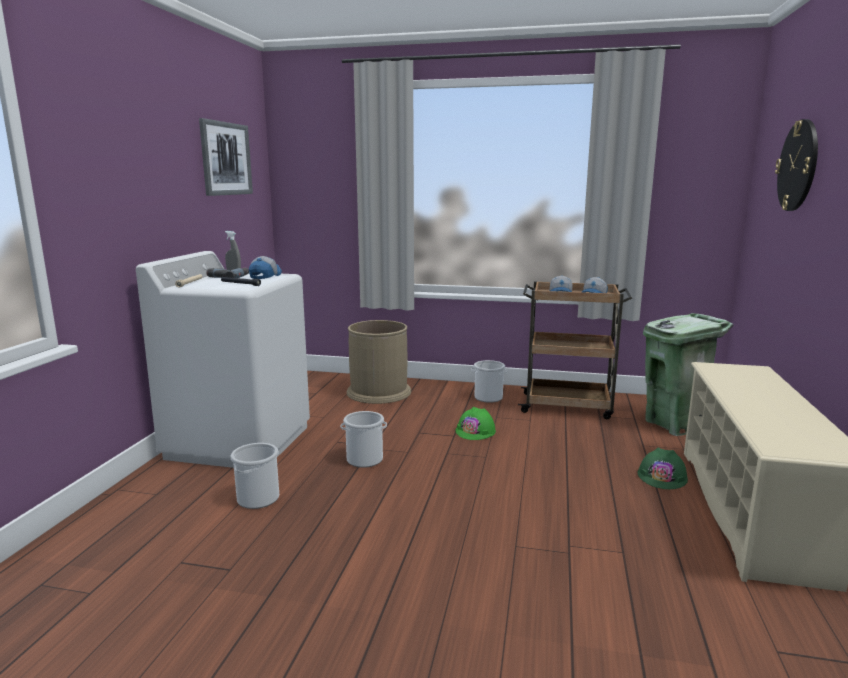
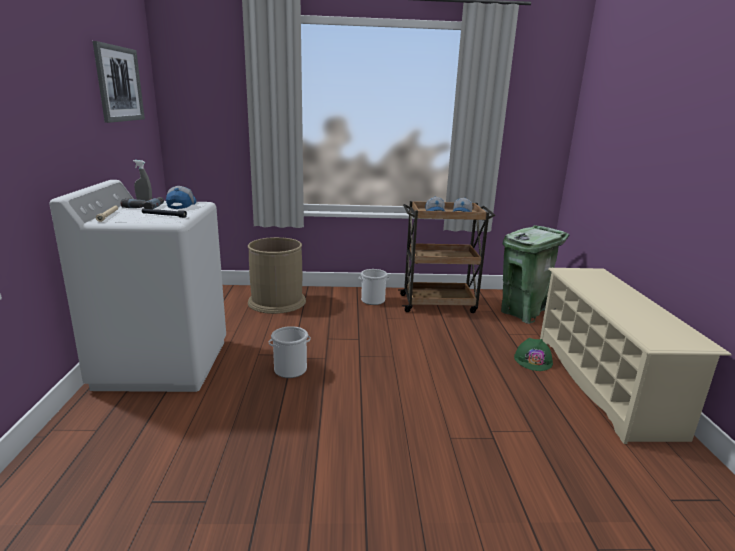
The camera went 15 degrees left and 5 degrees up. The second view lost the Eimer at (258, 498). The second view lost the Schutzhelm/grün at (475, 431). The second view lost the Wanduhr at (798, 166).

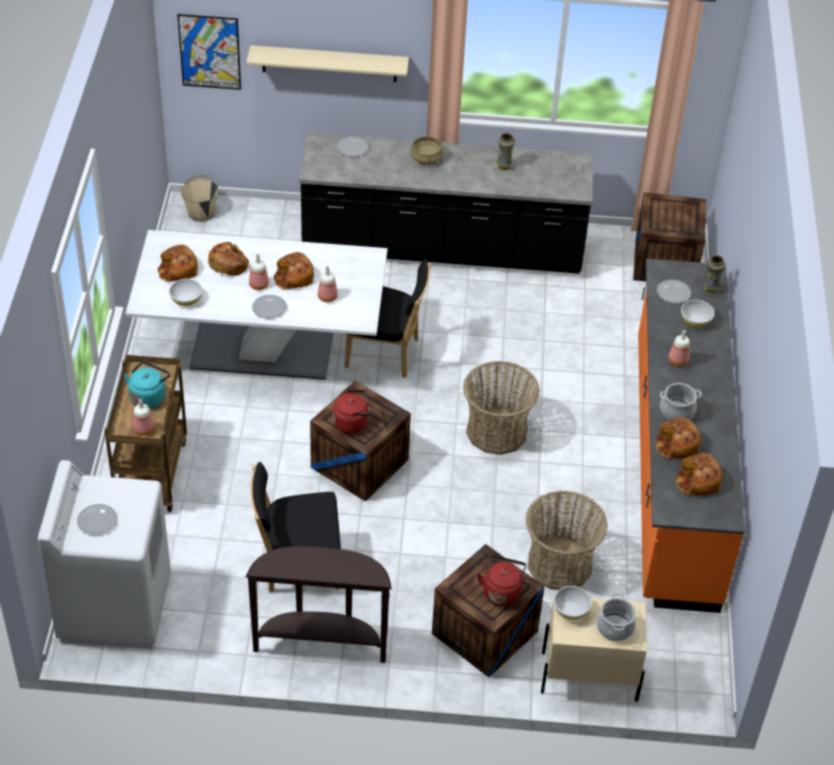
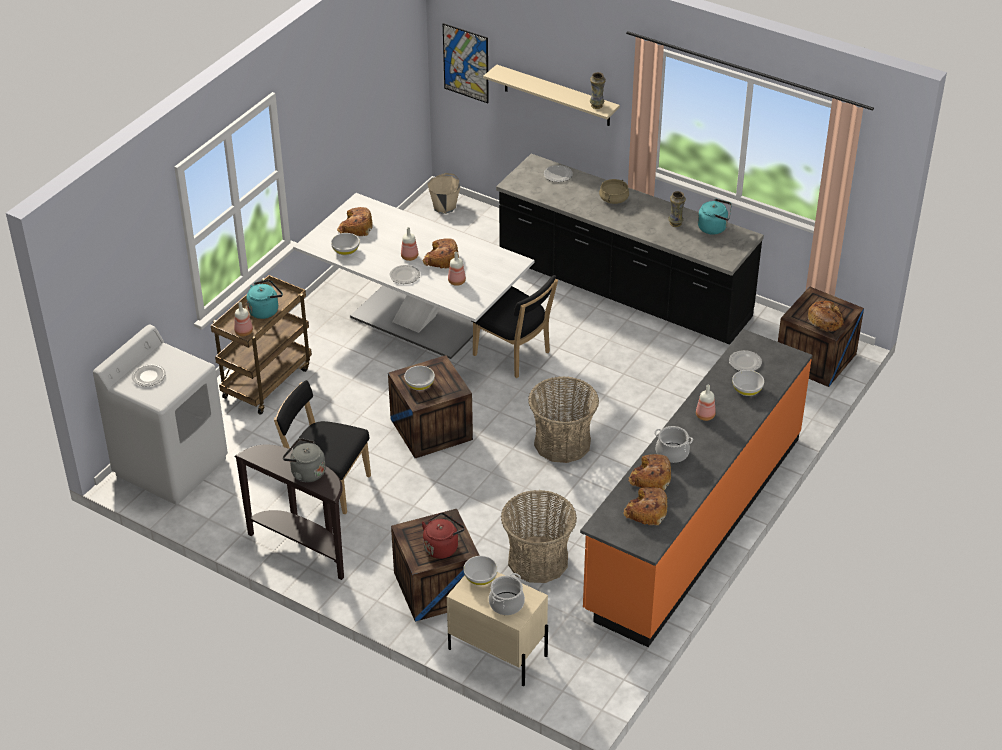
The camera went 30 degrees right and 5 degrees down. The Brot ended up elsewhere, having gone from (229, 264) to (825, 320). Where the Wasserkessel/rot stood at (352, 422), the Schüssel/weiß came to stand at (420, 385). The Vase ended up elsewhere, having gone from (710, 289) to (596, 105). The second view gained the Wasserkessel/grau at (306, 472). The second view gained the Wasserkessel/türkis at (714, 228).

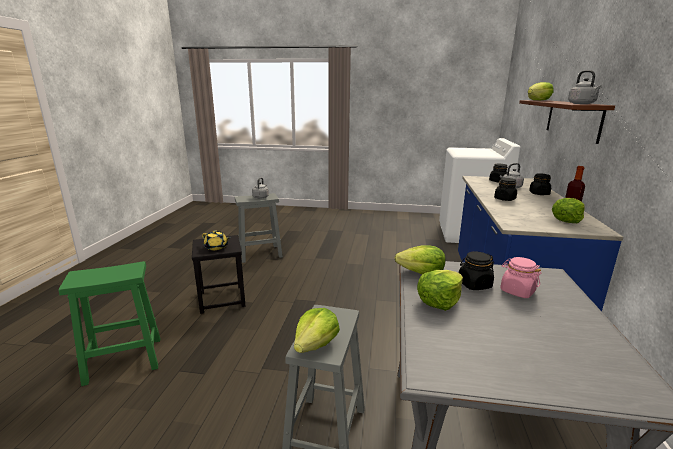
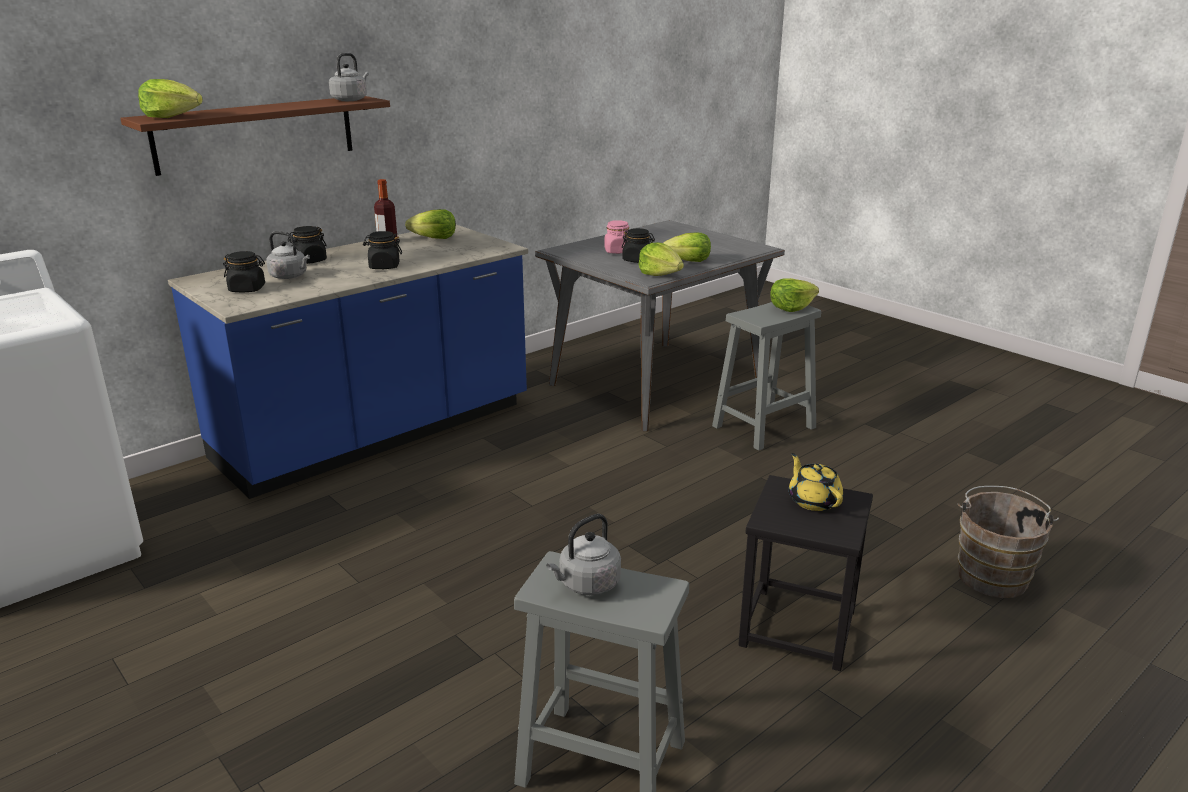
The camera went 140 degrees left and 5 degrees up. Where the Hocker/grün stood at (122, 361), the Eimer/braun came to stand at (992, 574).

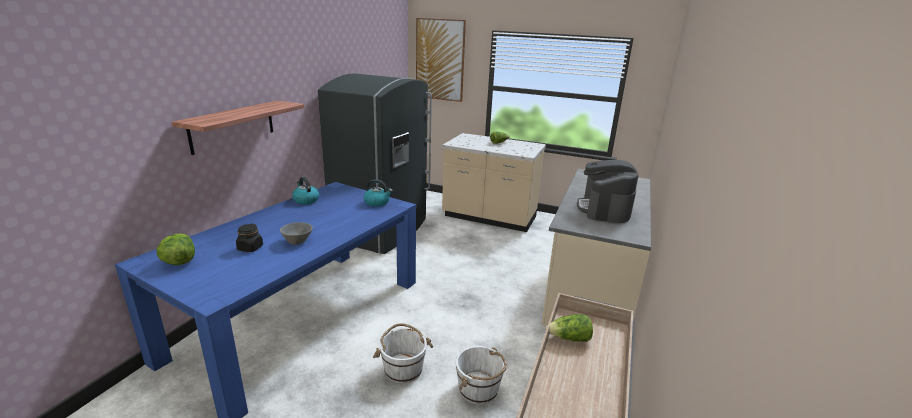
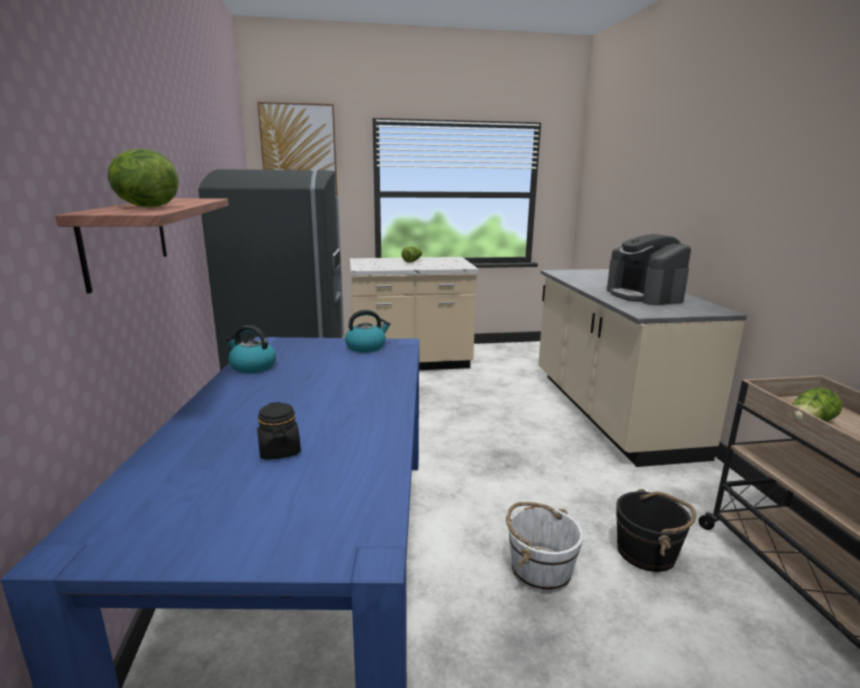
The camera went 30 degrees left and 5 degrees down. The Salatkopf ended up elsewhere, having gone from (179, 262) to (145, 207). The second view lost the Schüssel/grau at (298, 241). What was the Eimer/weiß at (479, 389) turned into the Eimer/schwarz at (647, 552).

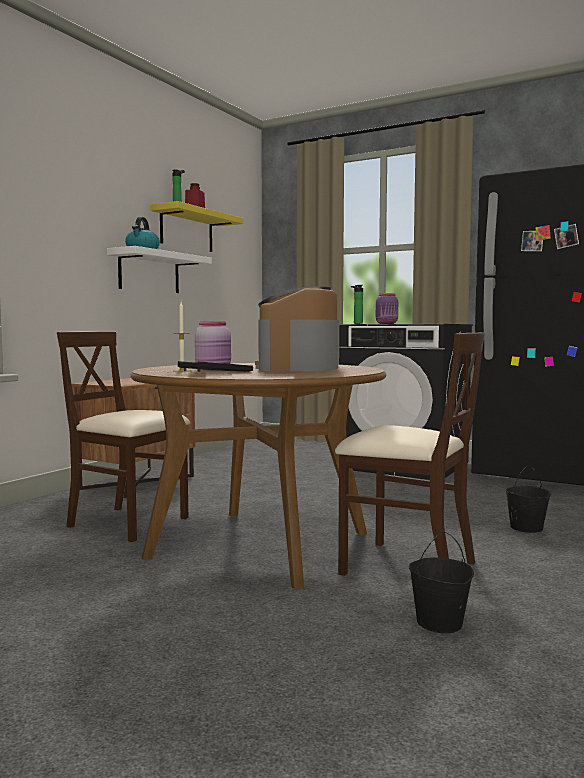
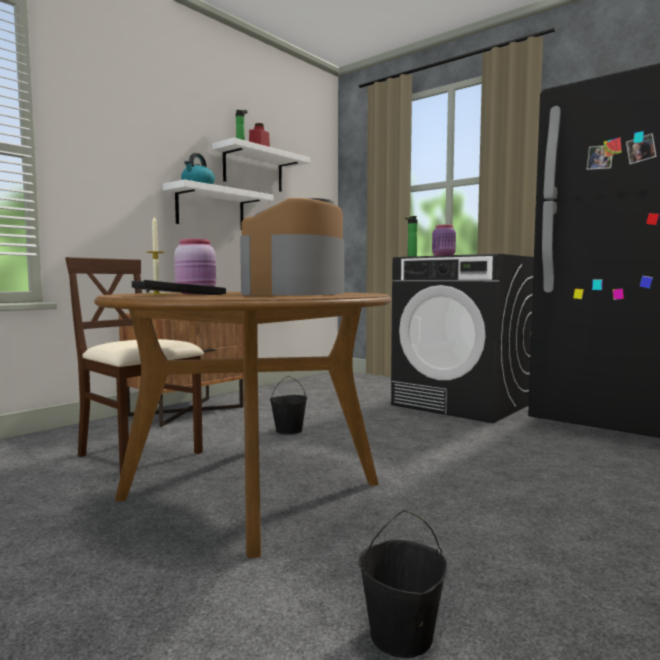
The camera went 10 degrees right and 0 degrees up. What was the Wandregal/gelb at (186, 230) turned into the Wandregal/weiß at (253, 170). The second view lost the Stuhl/beige at (406, 566). The Eimer/schwarz ended up elsewhere, having gone from (526, 528) to (288, 430).

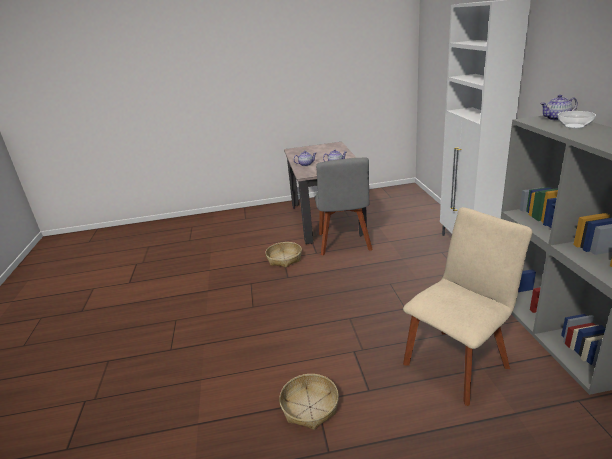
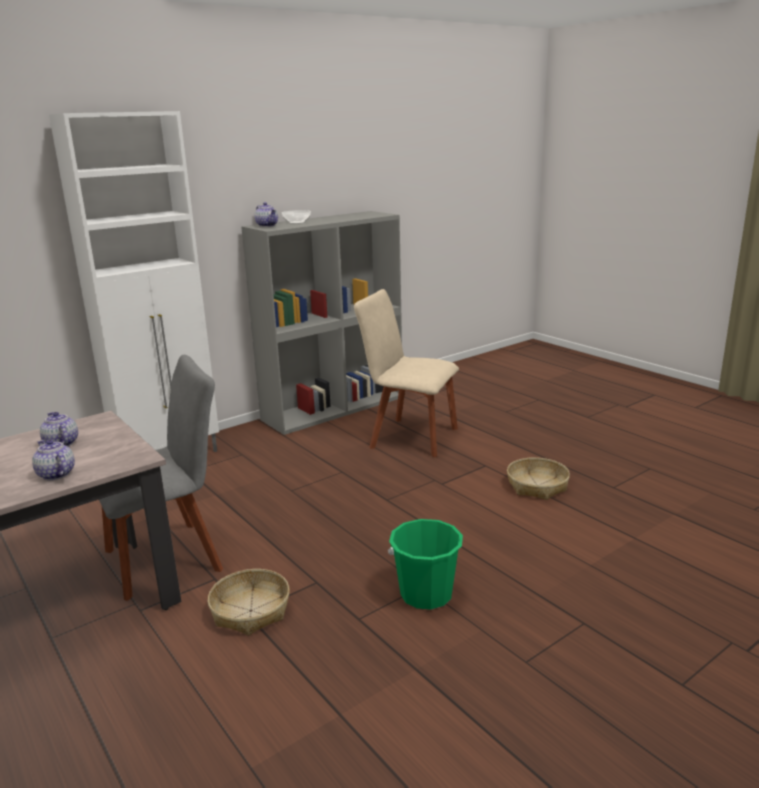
The camera went 120 degrees left and 5 degrees down. The second view gained the Eimer/grün at (426, 594).

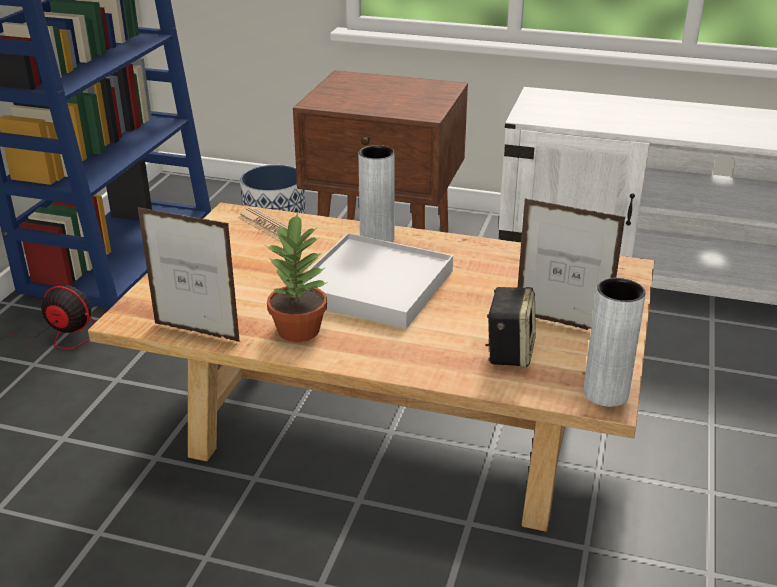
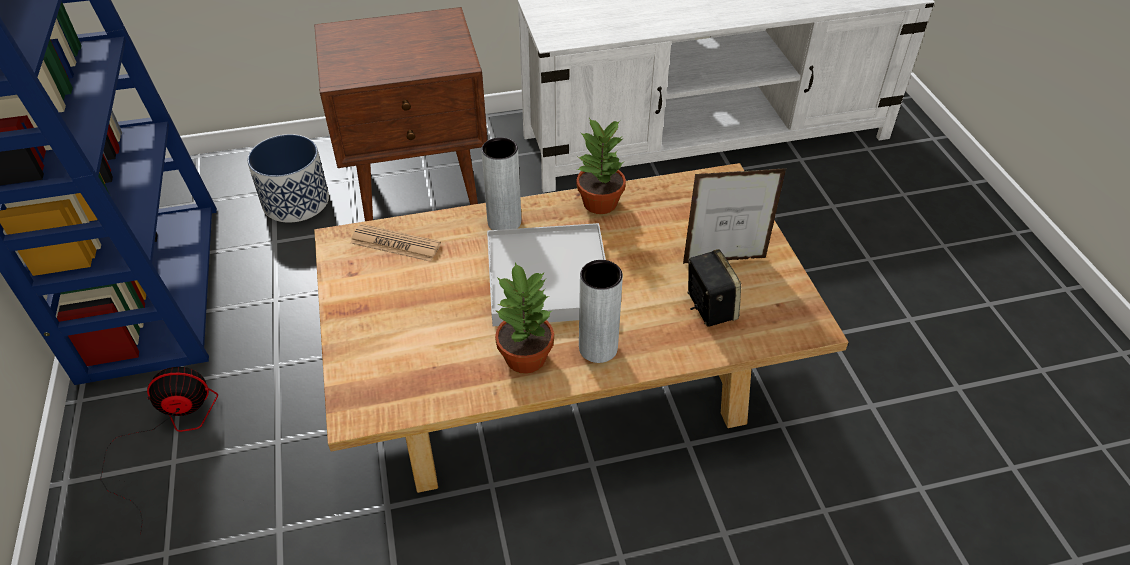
The camera went 30 degrees left and 15 degrees up. The second view lost the Bilderrahmen at (197, 332). The Vase/grau ended up elsewhere, having gone from (605, 393) to (598, 348). The second view gained the Topfpflanze at (600, 203).

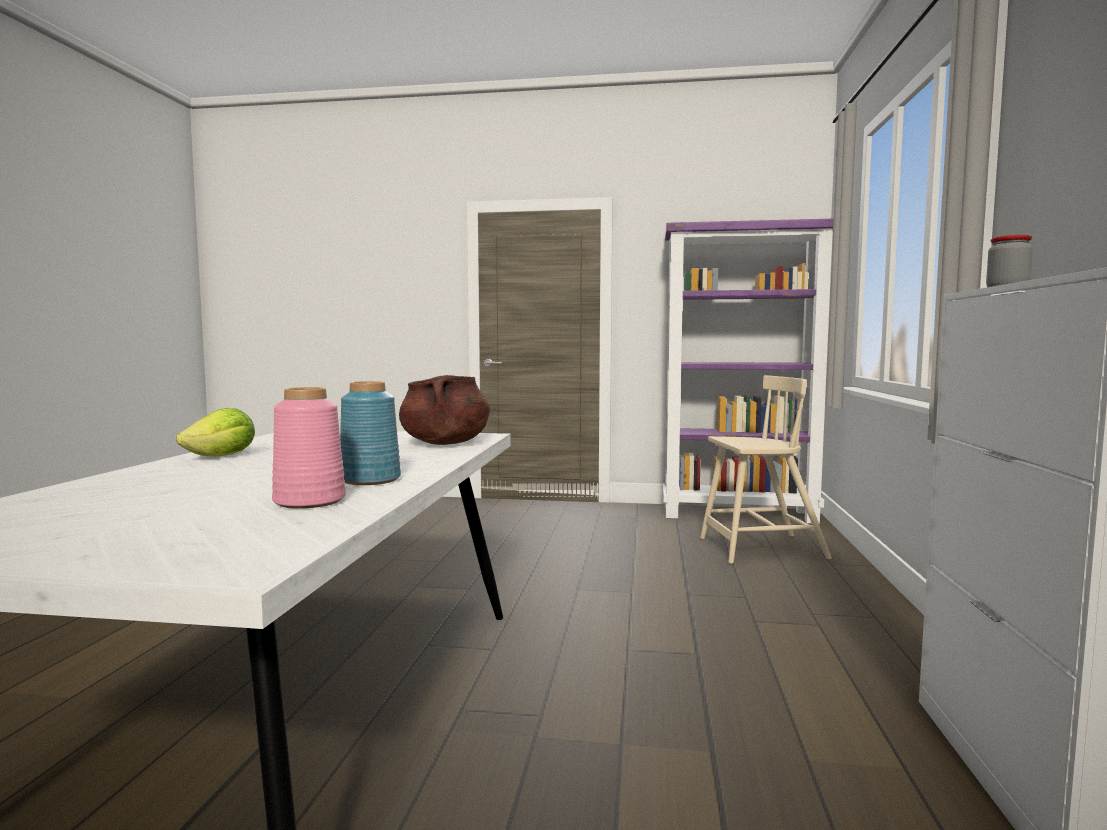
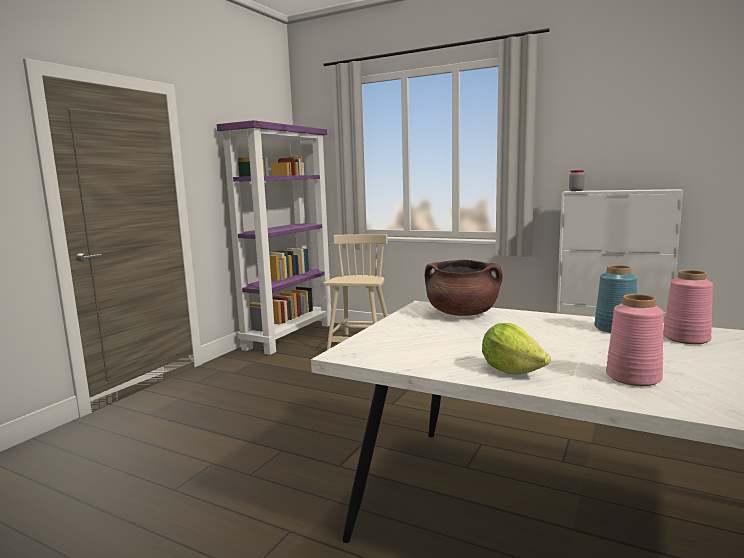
The camera went 70 degrees left and 5 degrees up. The second view gained the Vase/rosa at (632, 377).

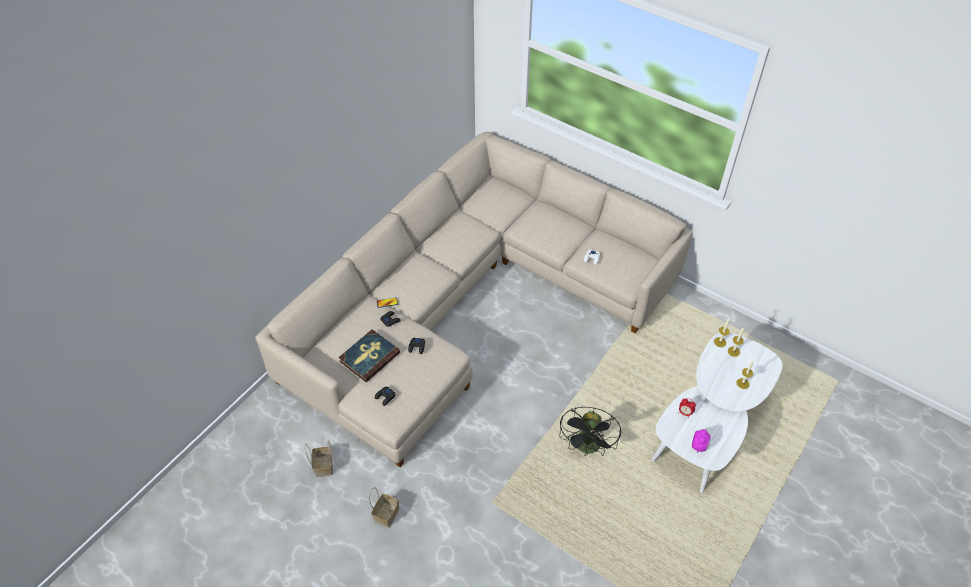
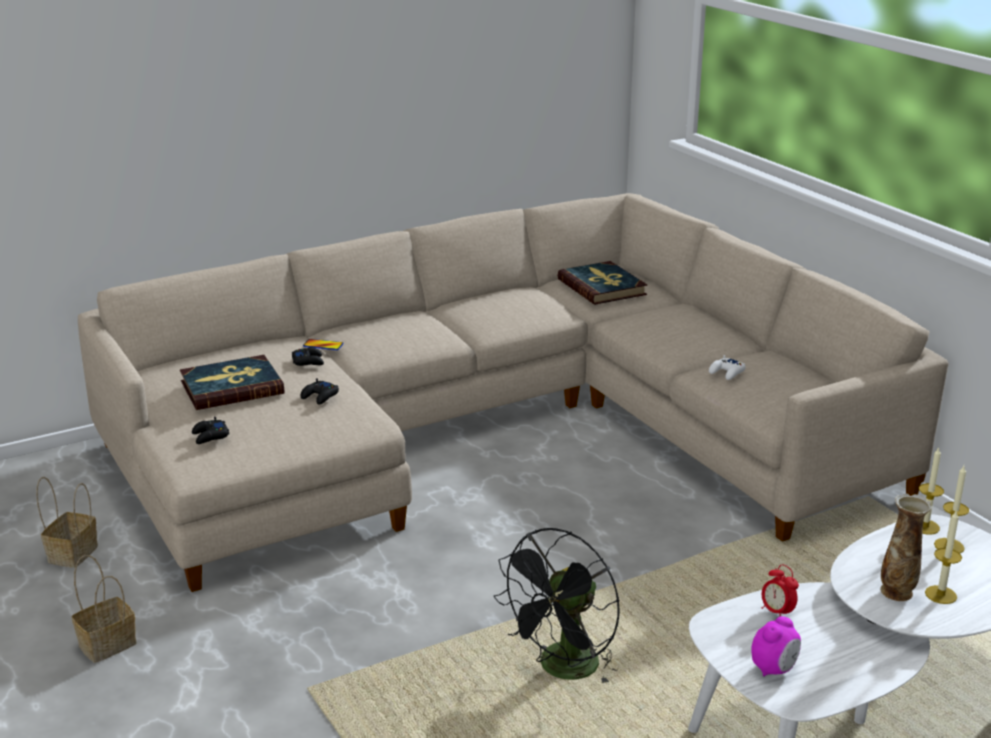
The camera went 25 degrees right and 25 degrees down. The second view gained the Buch at (602, 287). The second view gained the Vase at (897, 592).

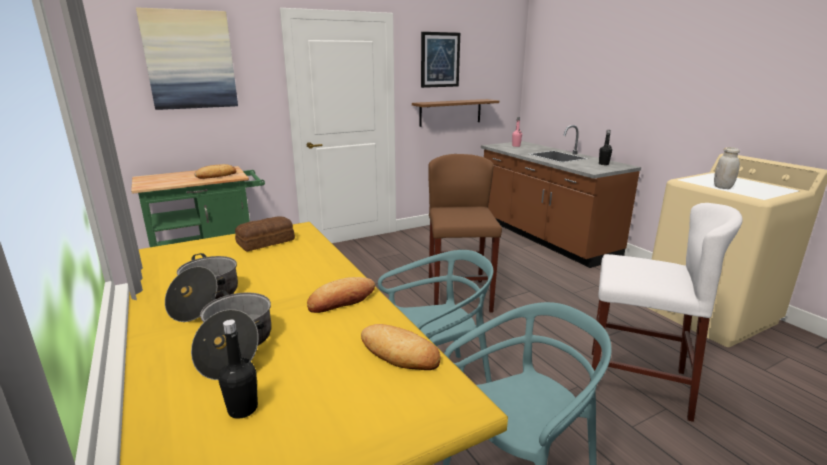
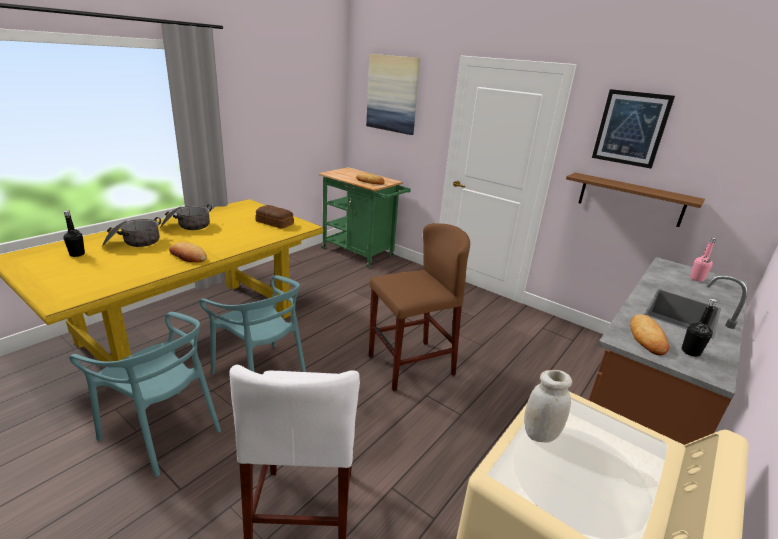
The camera went 65 degrees right and 5 degrees up. The Brot ended up elsewhere, having gone from (399, 353) to (647, 338).

